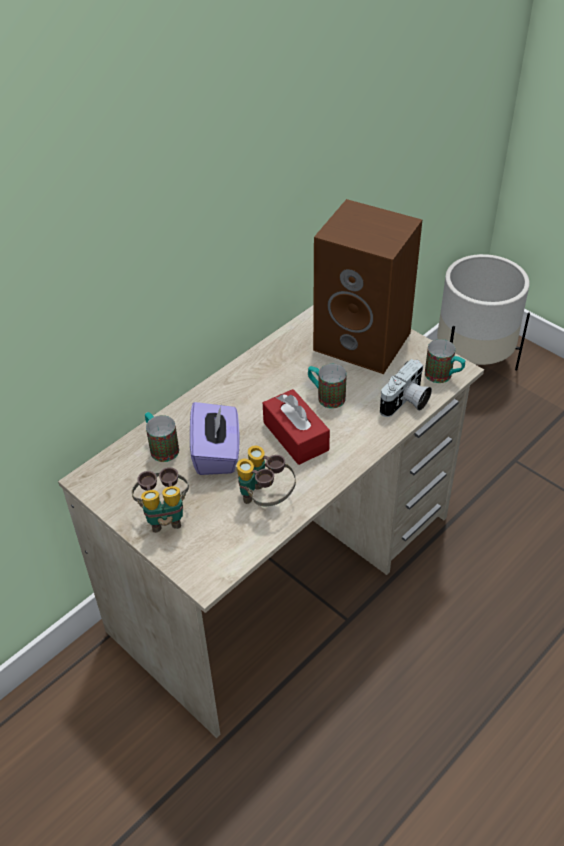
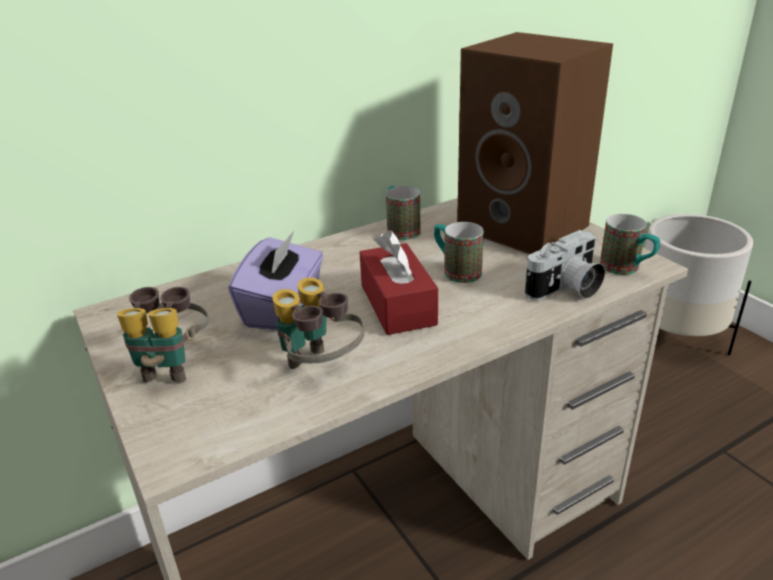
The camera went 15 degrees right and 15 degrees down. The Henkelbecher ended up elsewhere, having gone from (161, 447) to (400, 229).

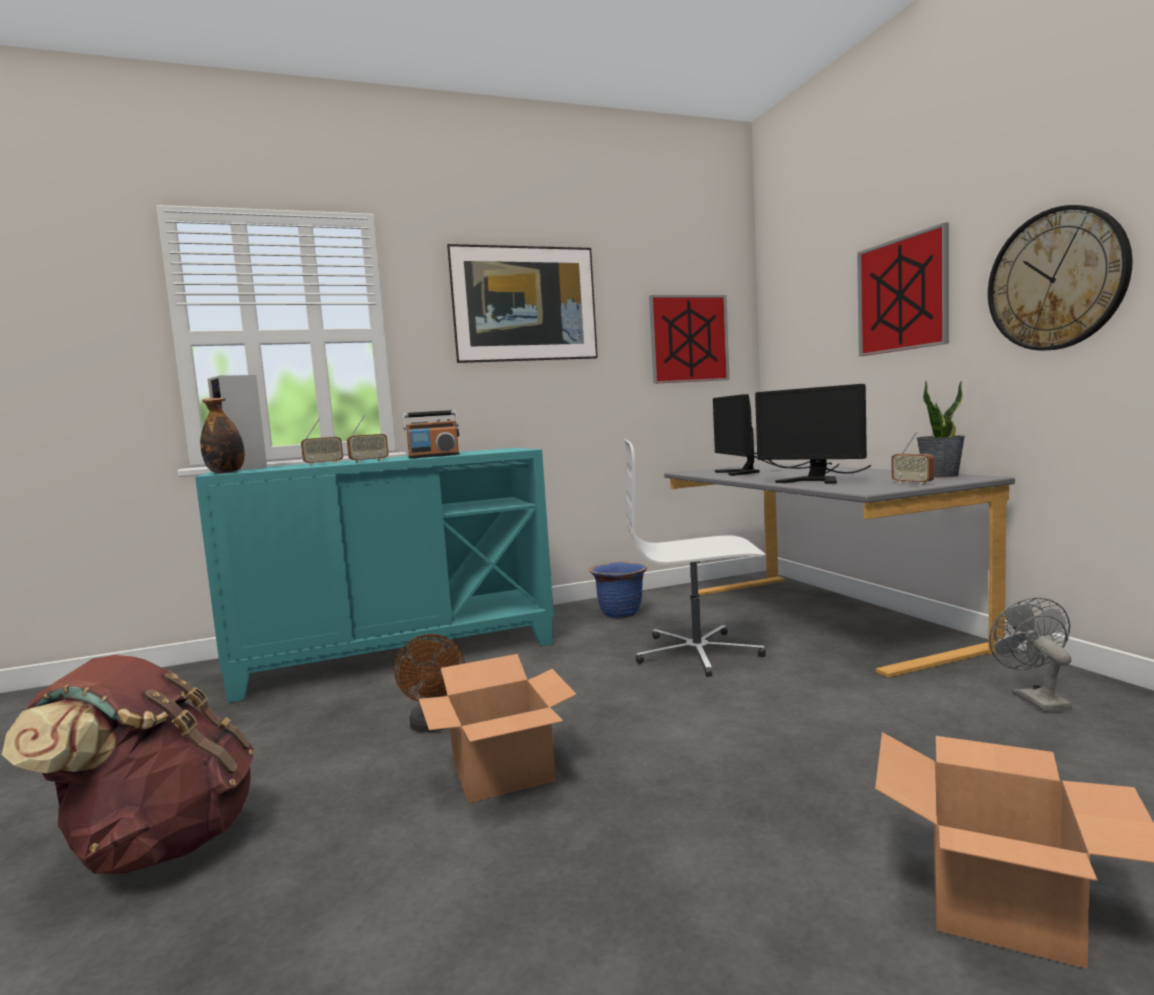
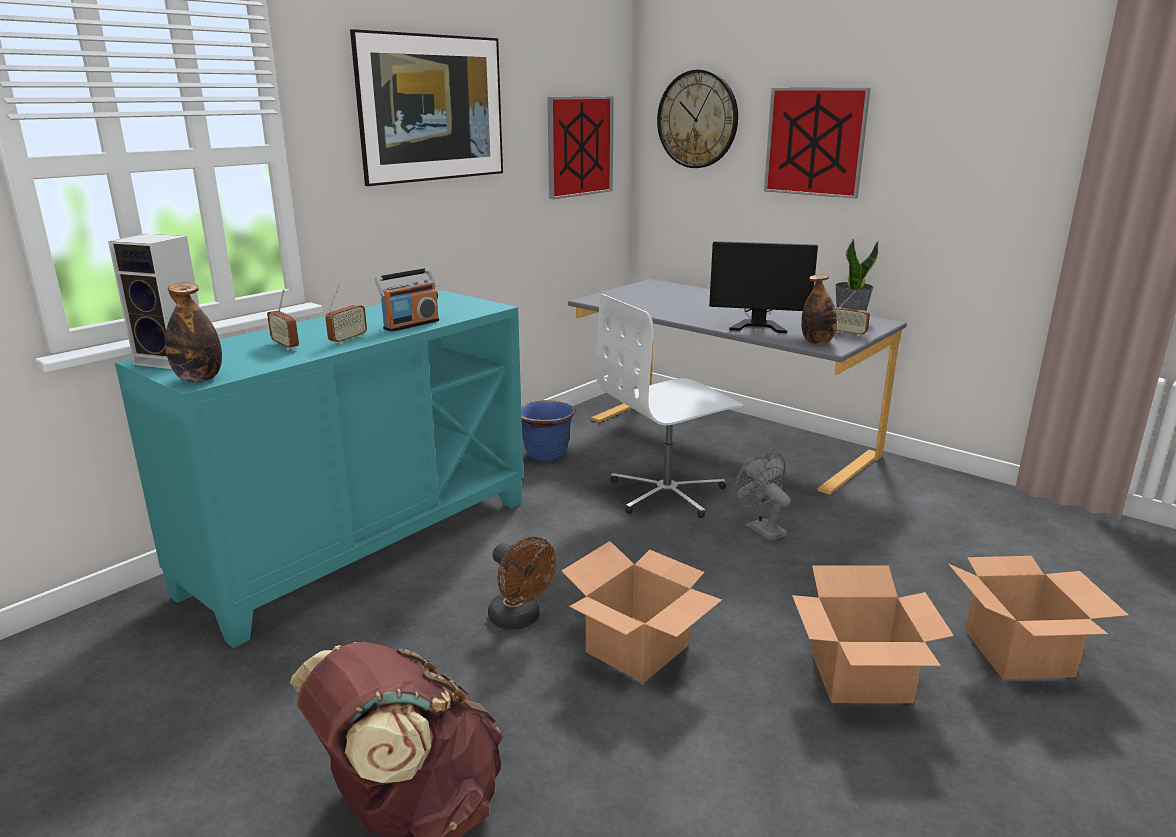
The camera went 30 degrees left and 15 degrees up. The Radio at (323, 464) ended up facing another way, 105 degrees clockwise from before. The second view lost the Monitor at (753, 472). The Wanduhr ended up elsewhere, having gone from (1056, 280) to (697, 119). The Ventilator/grau ended up elsewhere, having gone from (1034, 698) to (760, 528). The second view gained the Karton at (862, 676). The second view gained the Flasche at (817, 342).

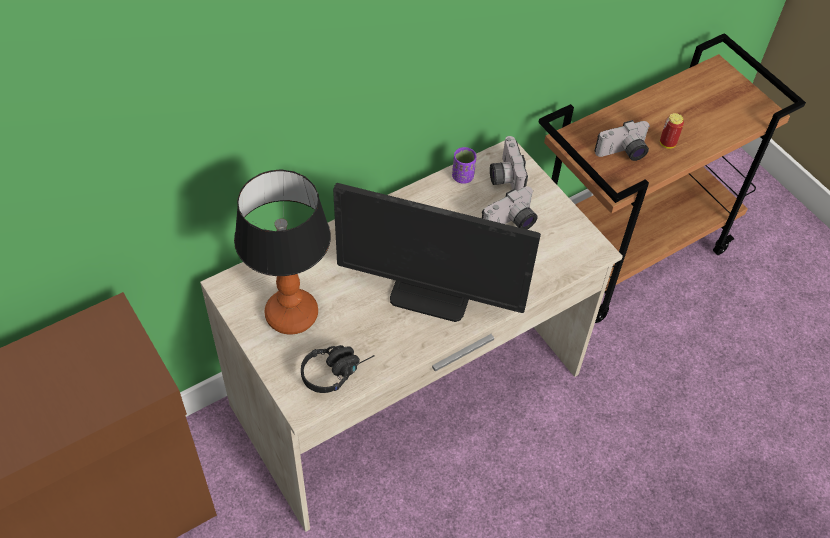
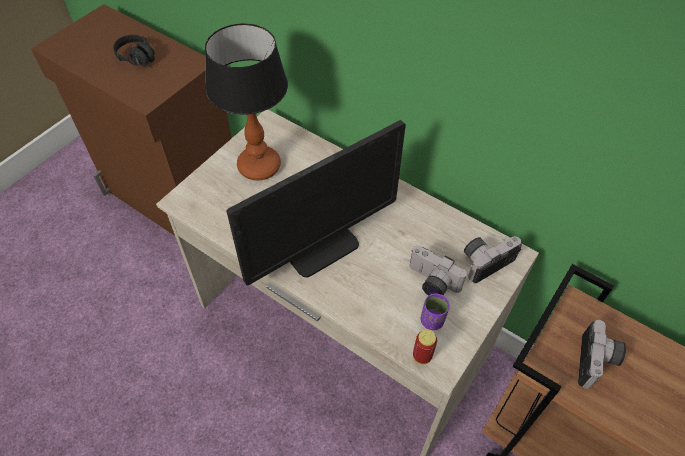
The camera went 70 degrees right and 0 degrees up. The Kopfhörer/schwarz ended up elsewhere, having gone from (337, 370) to (141, 60). The Monitor at (431, 294) ended up facing another way, 120 degrees counterclockwise from before. The Tasse/lila ended up elsewhere, having gone from (462, 177) to (432, 321). The Kamera at (623, 153) ended up facing another way, 120 degrees counterclockwise from before. The Dose ended up elsewhere, having gone from (667, 144) to (422, 356).

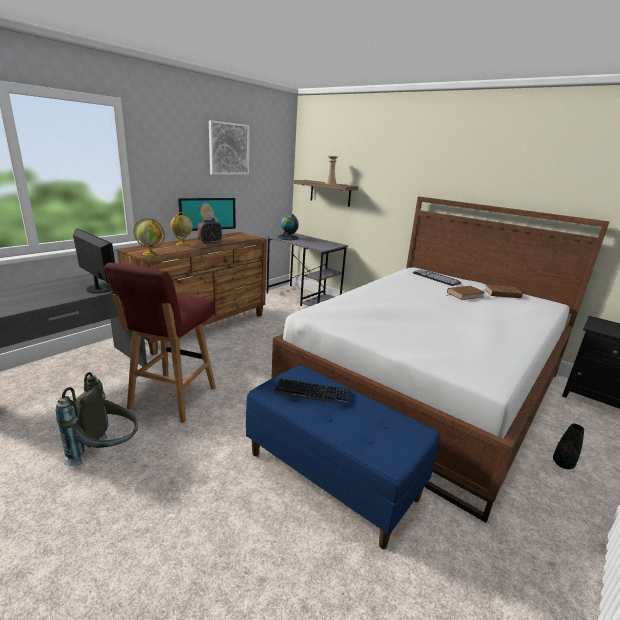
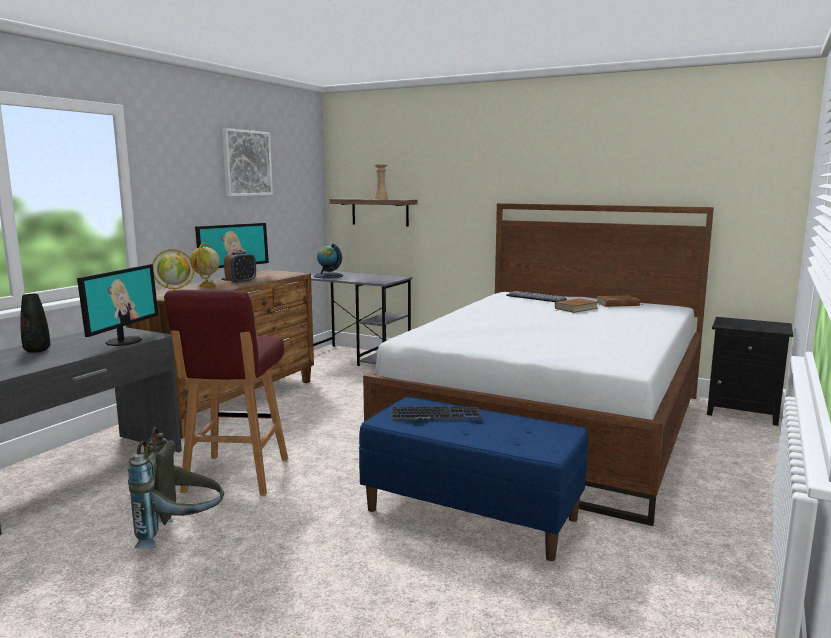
The camera went 10 degrees left and 10 degrees down. The Monitor at (98, 289) ended up facing another way, 75 degrees clockwise from before. The Vase/schwarz ended up elsewhere, having gone from (562, 464) to (37, 350).

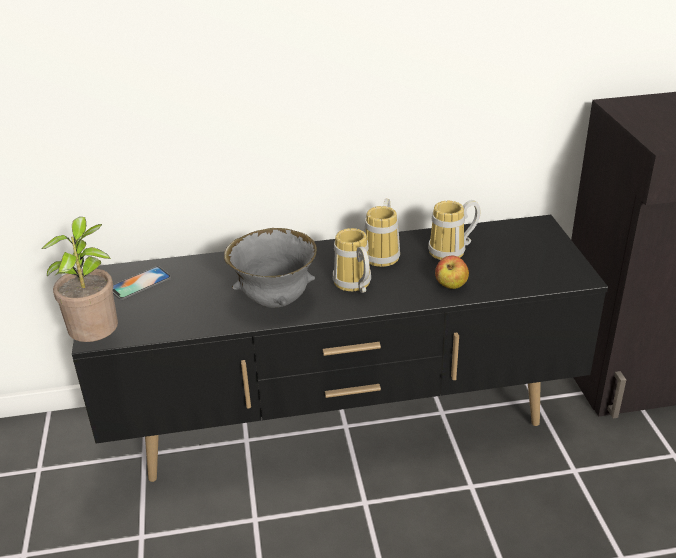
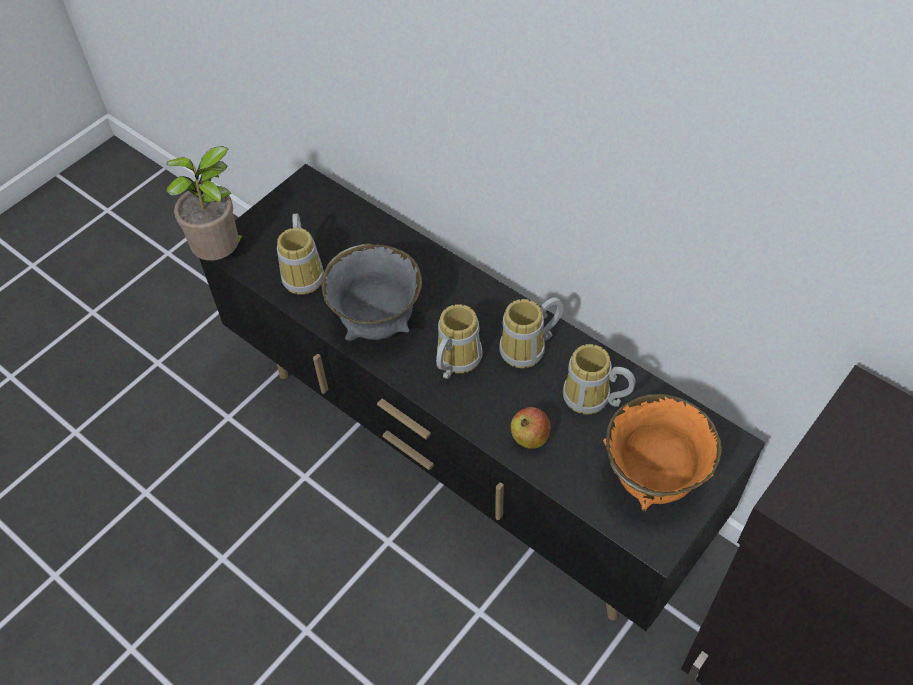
The camera went 50 degrees right and 20 degrees up. The second view lost the Handy at (140, 283). The second view gained the Henkelbecher at (306, 274). The second view gained the Schüssel/orange at (651, 479).

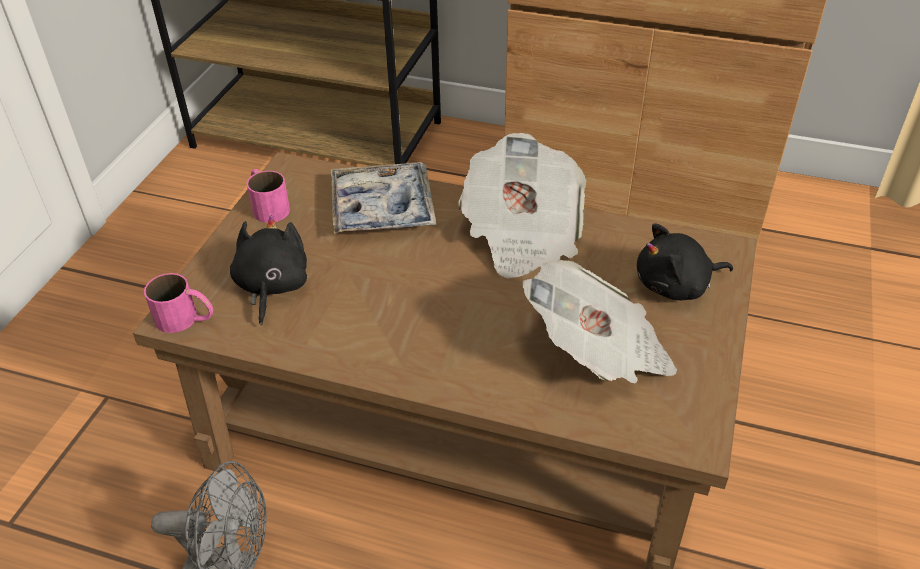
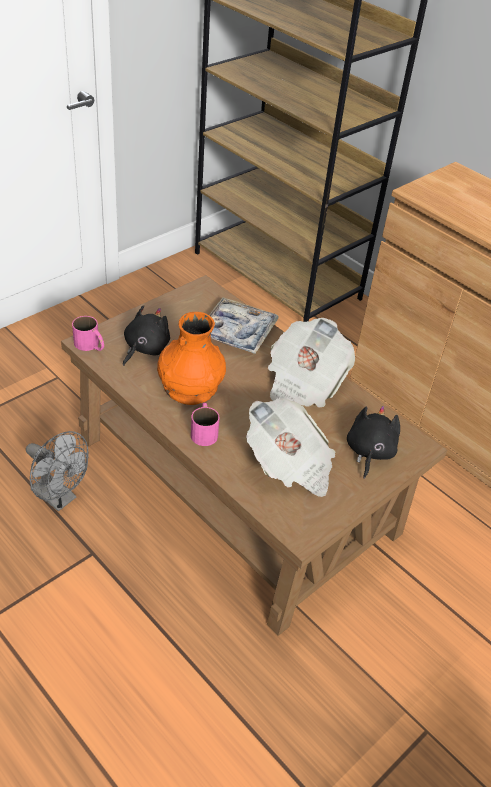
The camera went 25 degrees right and 0 degrees up. The Henkelbecher/rosa ended up elsewhere, having gone from (267, 206) to (204, 430). The Plüschtier/schwarz at (676, 286) ended up facing another way, 90 degrees clockwise from before. The second view gained the Vase/orange at (190, 386).

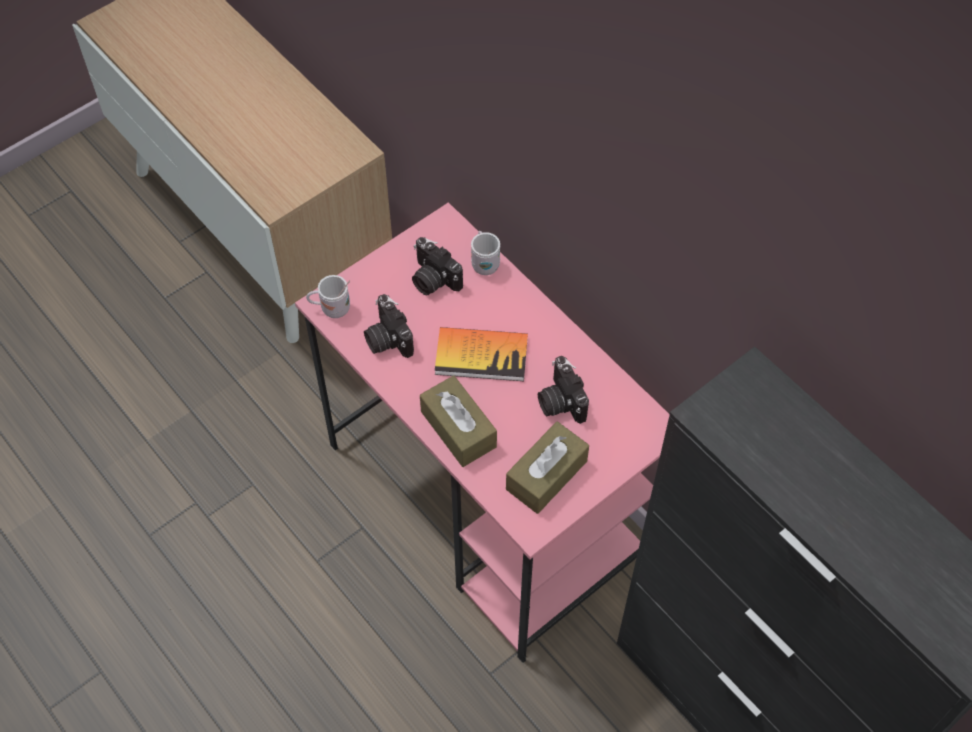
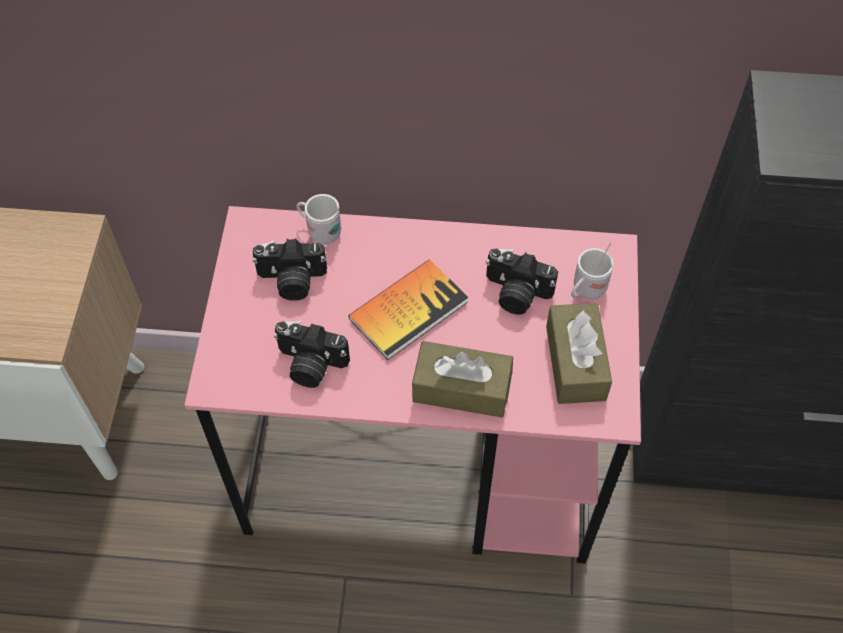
The camera went 45 degrees left and 0 degrees up. The Henkelbecher/weiß ended up elsewhere, having gone from (331, 308) to (586, 291).

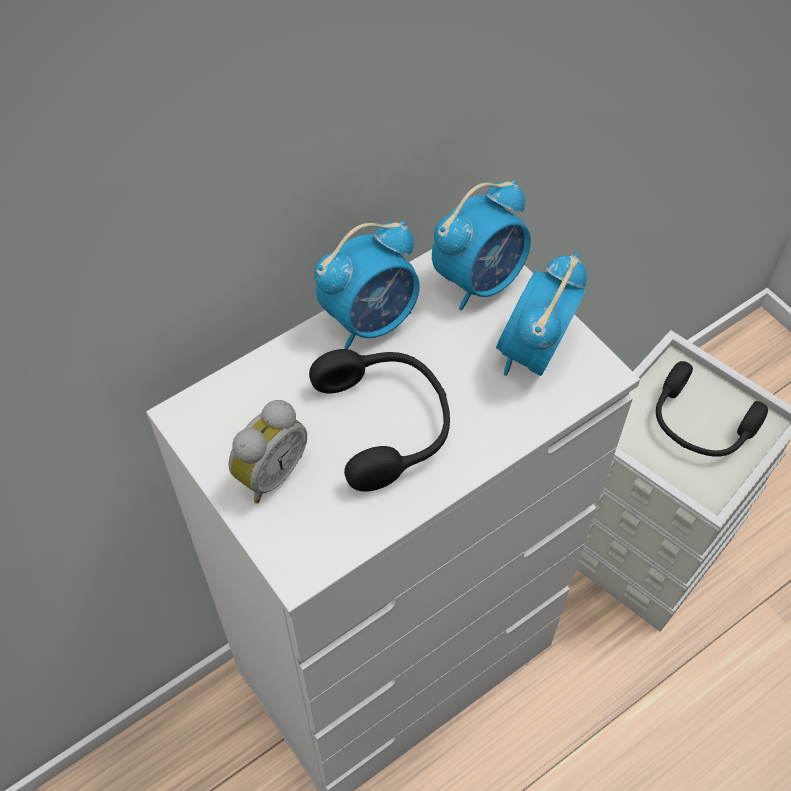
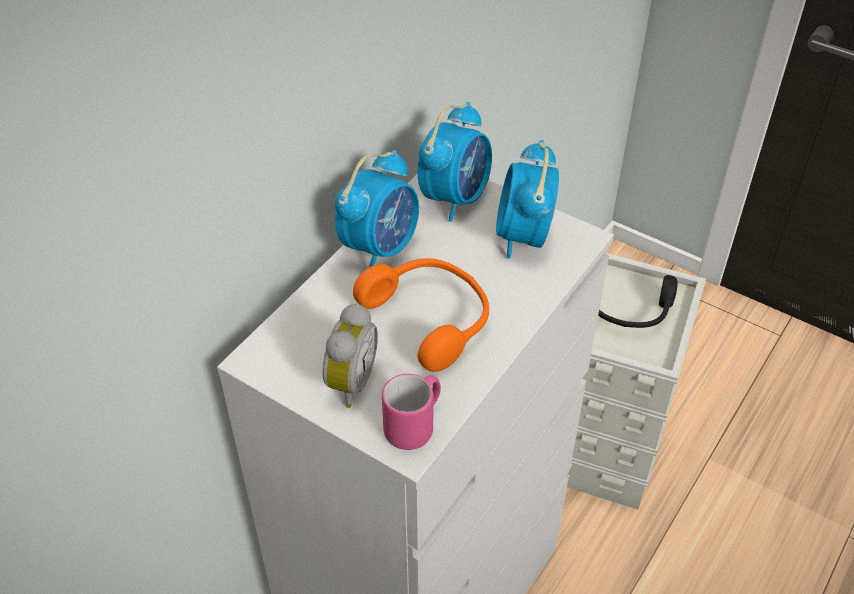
The camera went 20 degrees left and 10 degrees down. What was the Kopfhörer/schwarz at (386, 423) turned into the Kopfhörer/orange at (430, 318). The second view gained the Henkelbecher/rosa at (415, 426).

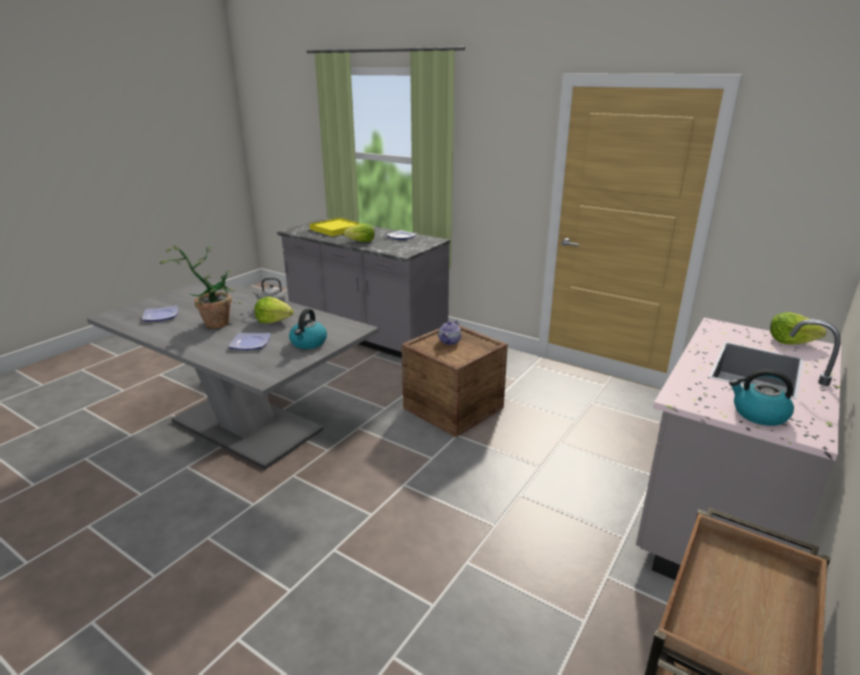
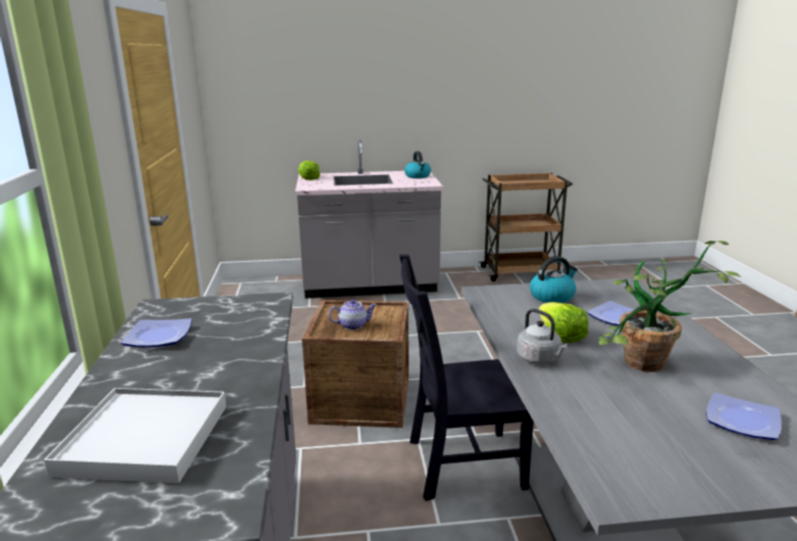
The camera went 130 degrees left and 5 degrees down. What was the Tablett/gelb at (336, 229) turned into the Tablett/weiß at (145, 439). The second view lost the Salatkopf at (361, 241). The second view gained the Stuhl/schwarz at (459, 463).

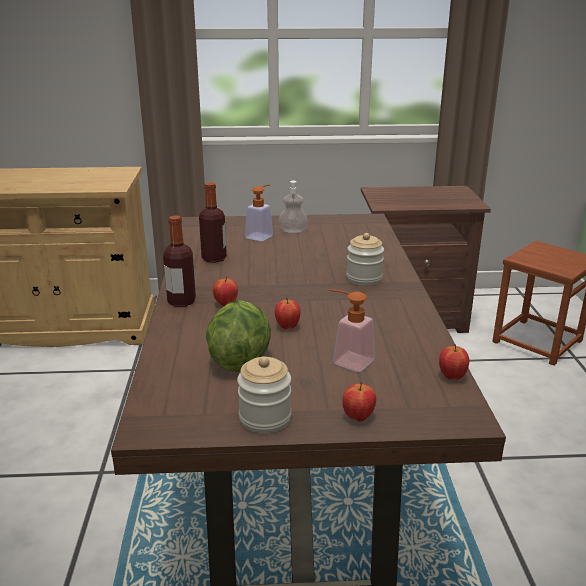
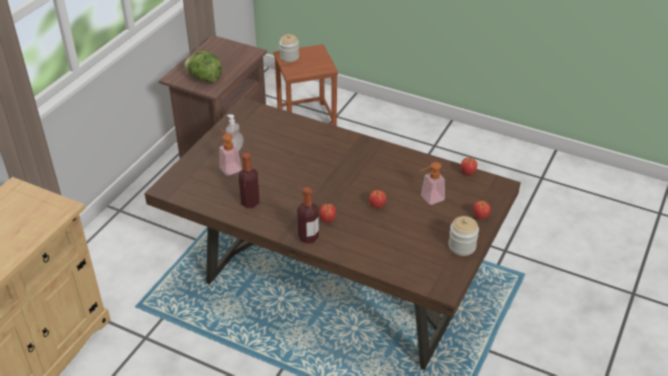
The camera went 60 degrees left and 15 degrees up. The Salatkopf ended up elsewhere, having gone from (239, 360) to (204, 79). The Vorratsglas ended up elsewhere, having gone from (364, 278) to (289, 57).

